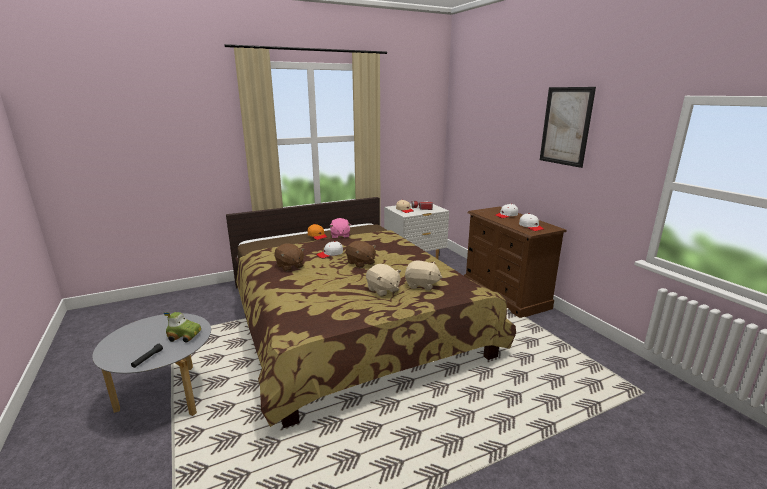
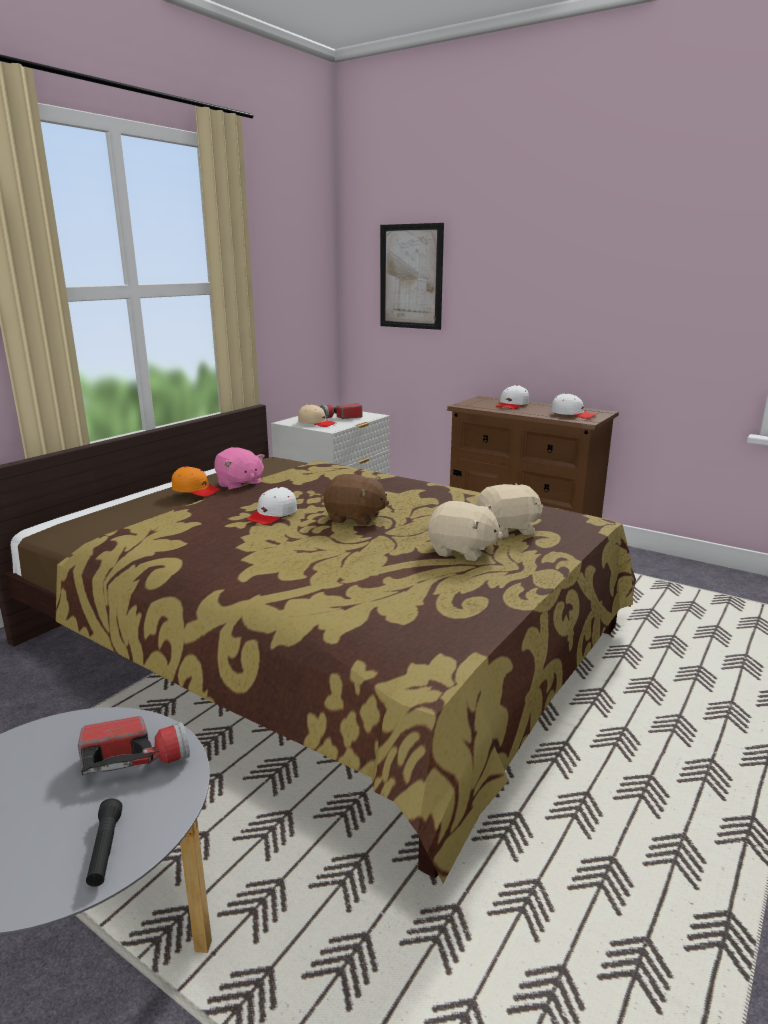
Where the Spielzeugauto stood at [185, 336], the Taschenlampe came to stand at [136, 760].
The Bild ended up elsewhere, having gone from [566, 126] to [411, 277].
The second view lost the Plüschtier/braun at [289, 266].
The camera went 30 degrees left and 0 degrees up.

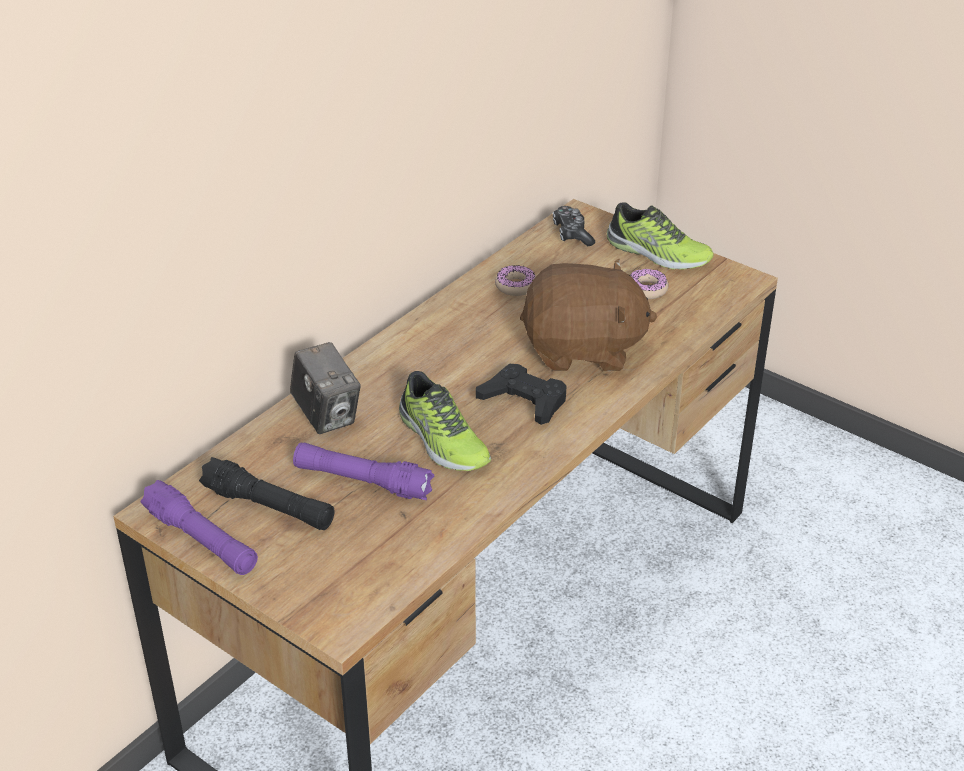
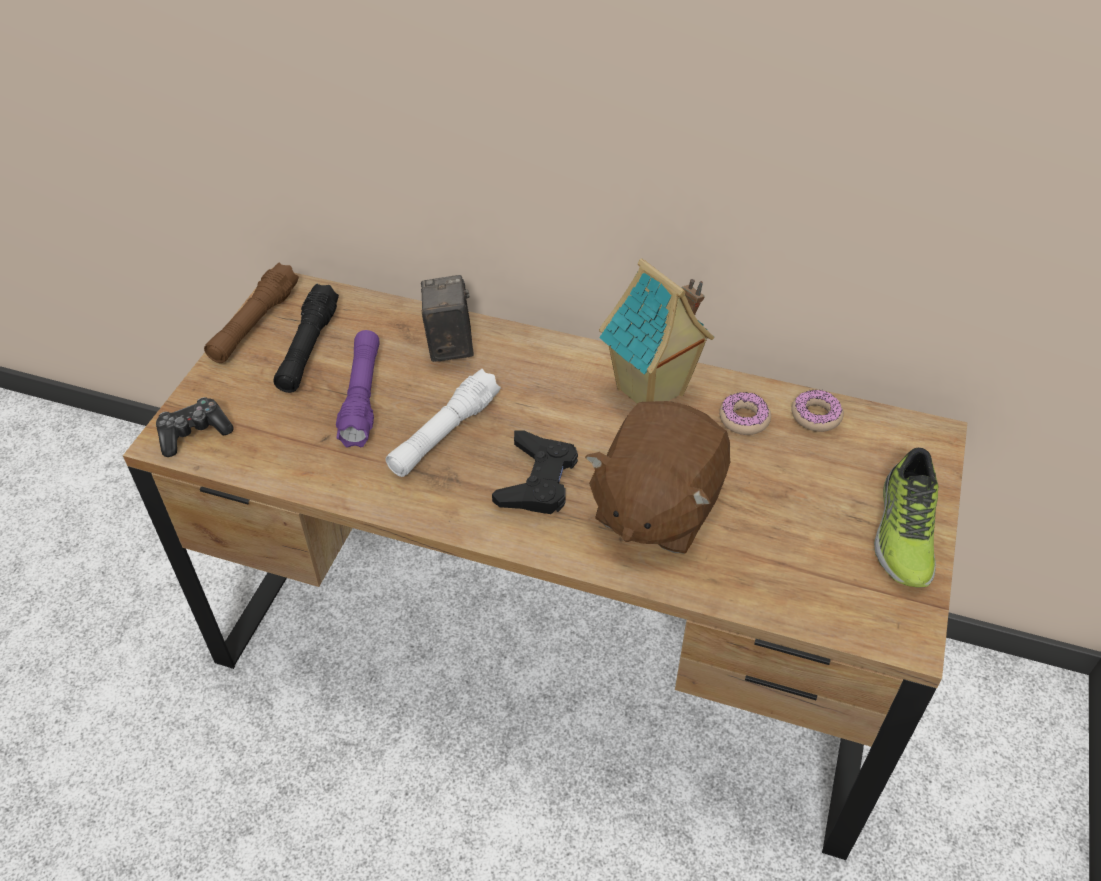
The Gamepad ended up elsewhere, having gone from [572, 234] to [194, 433].
What was the Taschenlampe/lila at [201, 540] turned into the Taschenlampe/braun at [254, 324].
Where the Schuh stood at [441, 440], the Taschenlampe/weiß came to stand at [444, 434].
The Kamera at [327, 415] ended up facing another way, 135 degrees clockwise from before.
The Plüschtier/braun at [583, 350] ended up facing another way, 45 degrees clockwise from before.
The second view gained the Spielzeughaus at [651, 393].
The Donut ended up elsewhere, having gone from [646, 289] to [816, 416].
The camera went 70 degrees right and 10 degrees up.

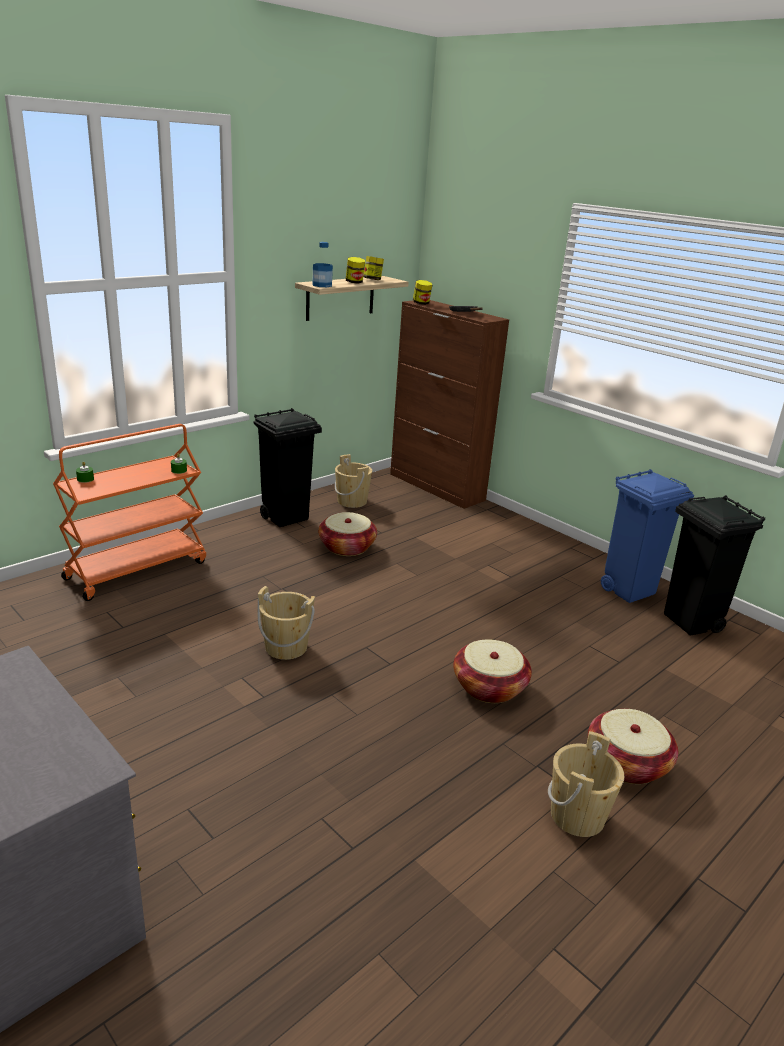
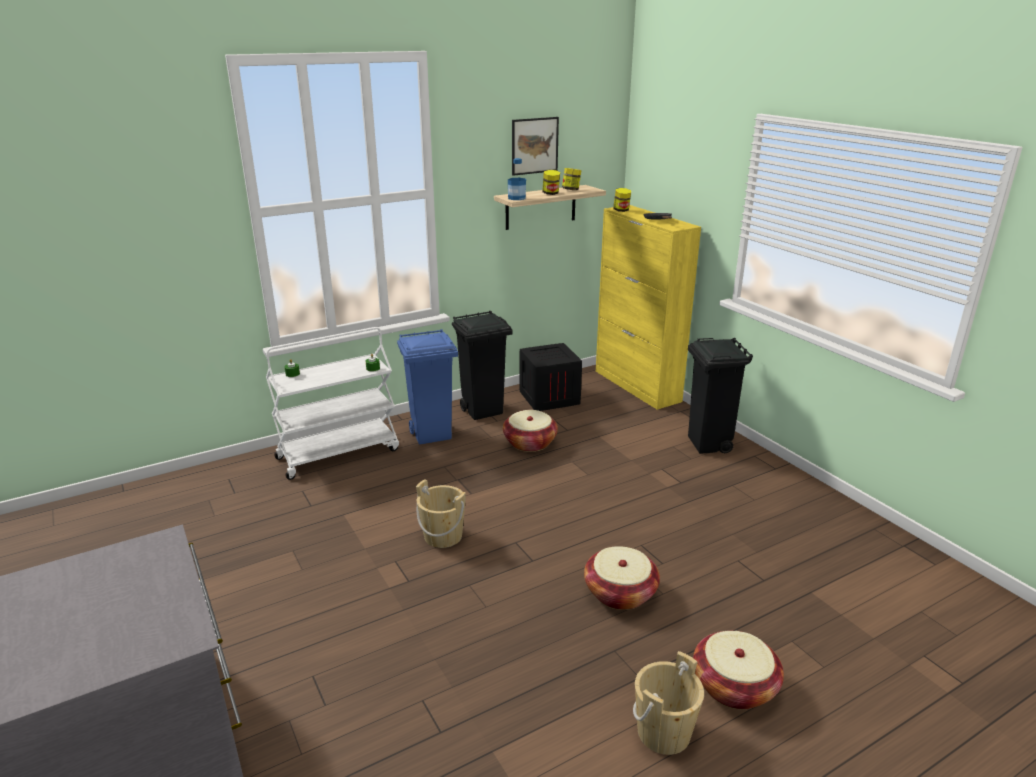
What was the Rollwagen/orange at [137, 569] turned into the Rollwagen/weiß at [338, 453].
The Mülleimer/blau ended up elsewhere, having gone from [629, 590] to [432, 435].
The second view gained the Bild at [534, 145].
Where the Eimer/beige stood at [352, 501], the Kiste came to stand at [549, 397].
What was the Schrank/braun at [437, 487] turned into the Schrank/gelb at [637, 386].
The Mülleimer/schwarz ended up elsewhere, having gone from [691, 623] to [708, 444].
The camera went 15 degrees right and 0 degrees up.

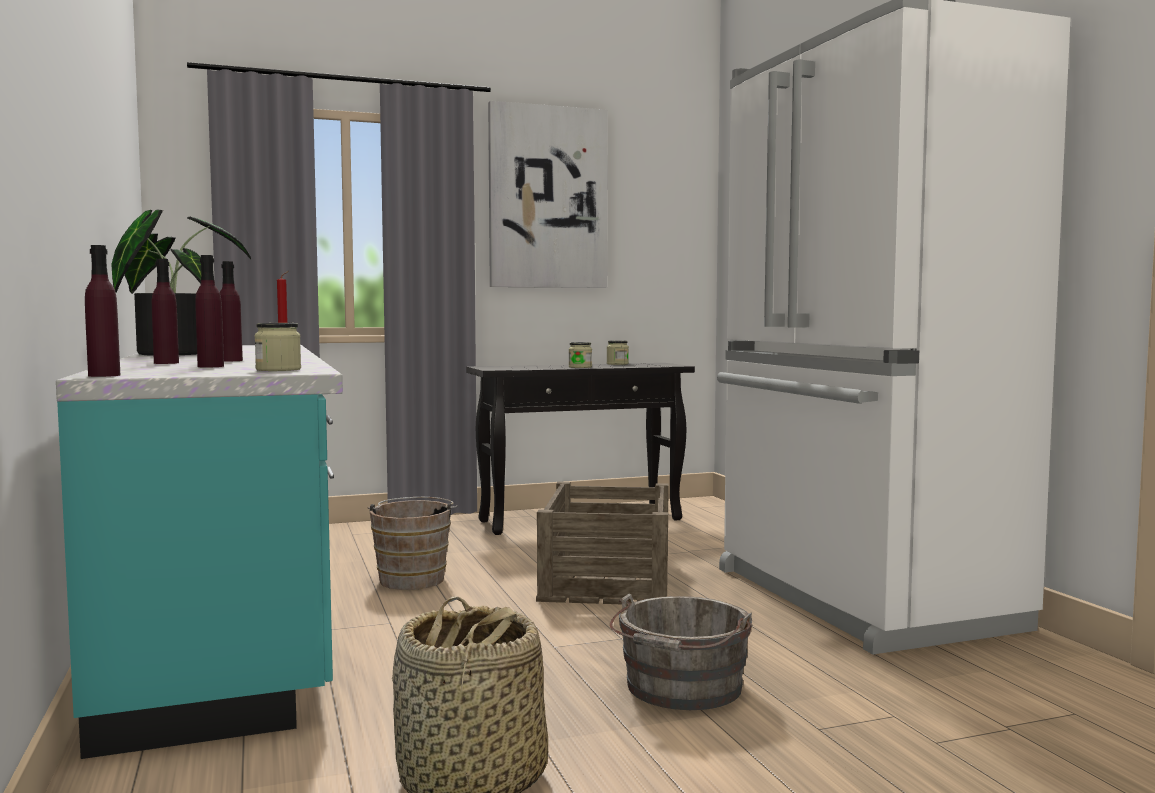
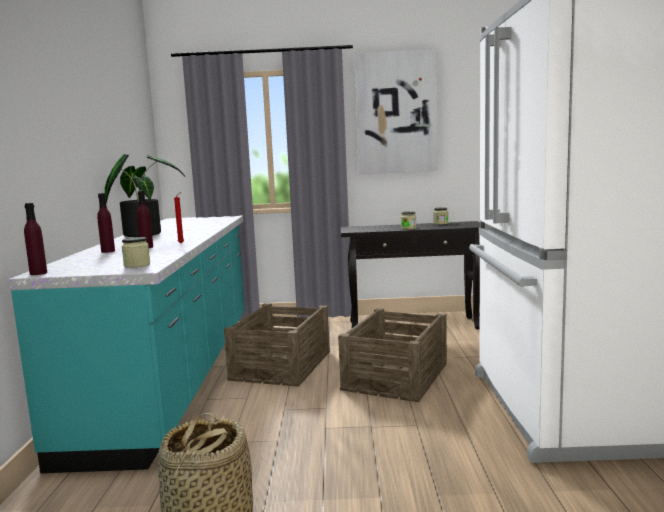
Where the Eimer/braun stood at [413, 578], the Kiste came to stand at [282, 365].
The second view lost the Flasche/lila at [210, 366].
The second view lost the Eimer/grau at [681, 689].
The camera went 20 degrees right and 5 degrees up.

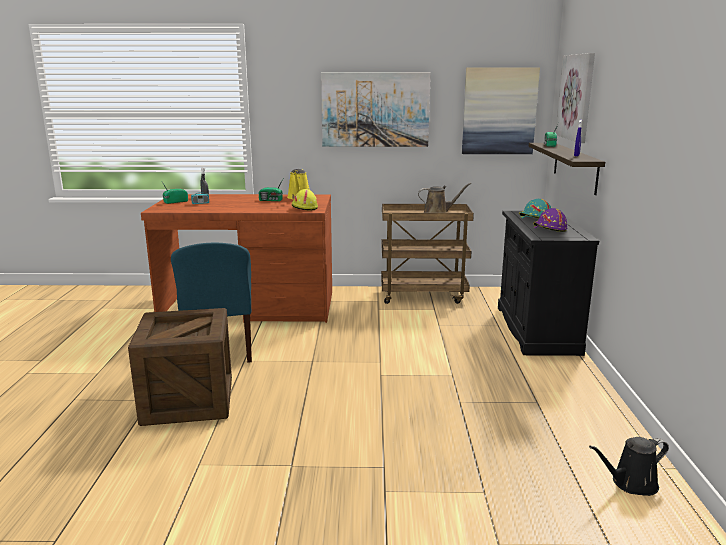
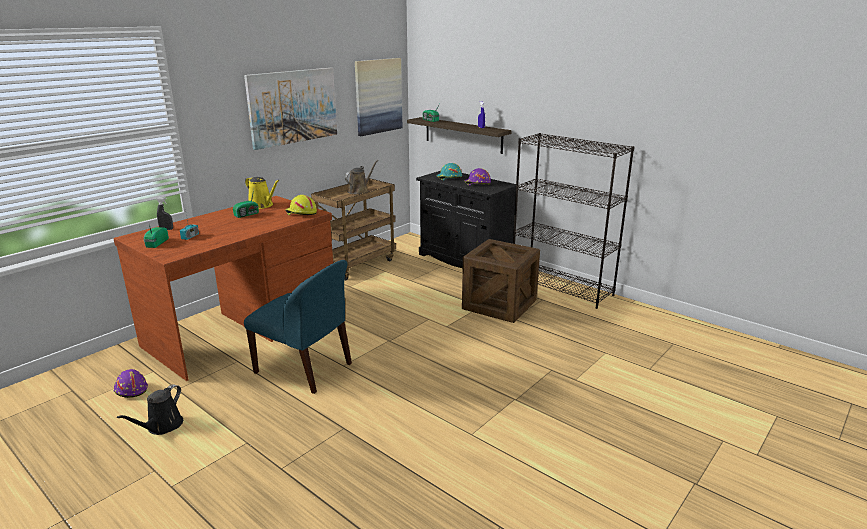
The second view gained the Schutzhelm/lila at [130, 389].
The Gießkanne/schwarz ended up elsewhere, having gone from [631, 483] to [162, 426].
The Kiste ended up elsewhere, having gone from [188, 401] to [499, 305].
The second view gained the Bücherregal/schwarz at [561, 288].
The second view lost the Bild at [576, 97].
The camera went 50 degrees left and 5 degrees up.

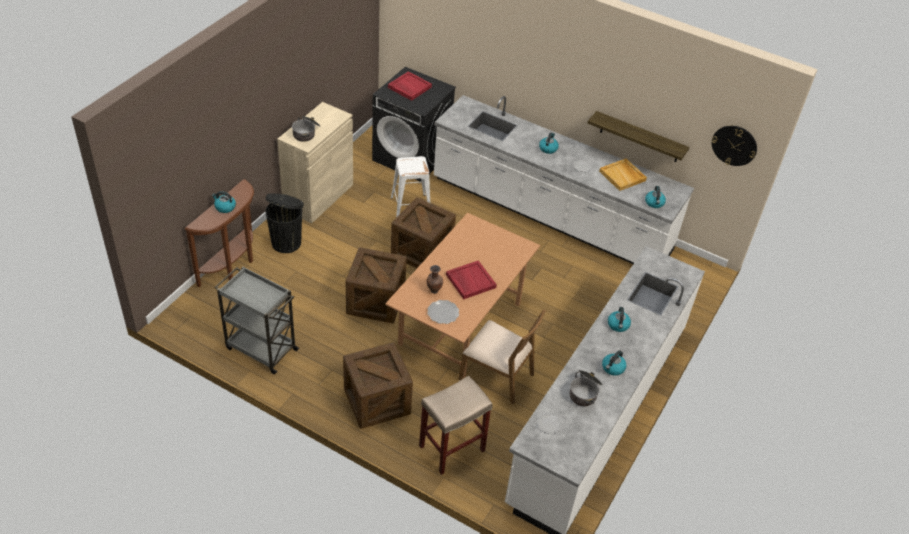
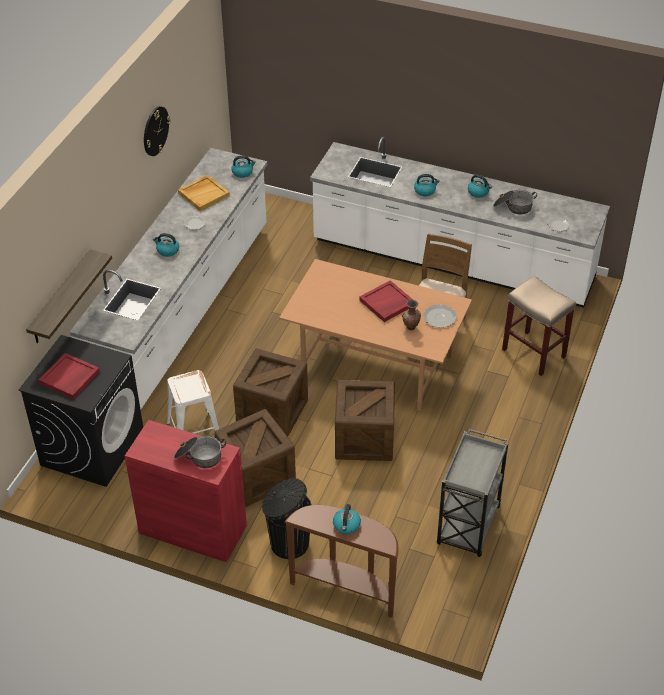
The Wandregal ended up elsewhere, having gone from [639, 137] to [61, 298].
What was the Schrank/beige at [318, 197] turned into the Schrank/rot at [193, 529].
The Wanduhr ended up elsewhere, having gone from [734, 145] to [155, 131].
The Kiste ended up elsewhere, having gone from [377, 401] to [256, 476].
The camera went 95 degrees left and 0 degrees up.

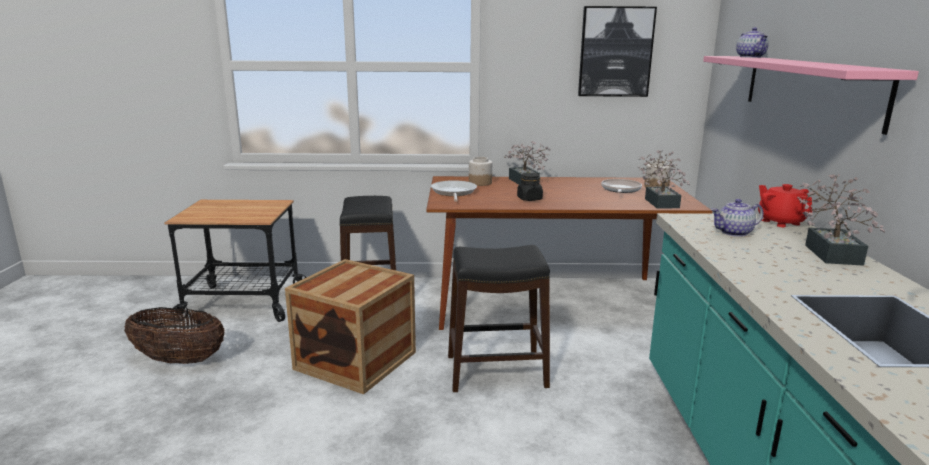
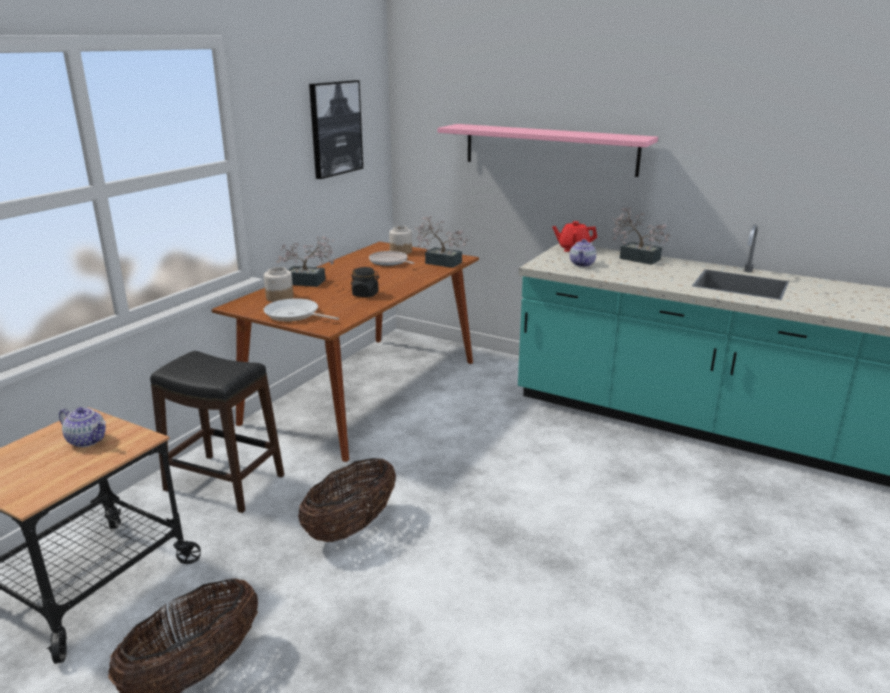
The Teekanne ended up elsewhere, having gone from [751, 57] to [87, 440].
Where the Kiste stood at [355, 360], the Korb came to stand at [351, 527].
The second view lost the Hocker/schwarz at [497, 372].
The camera went 60 degrees left and 5 degrees up.

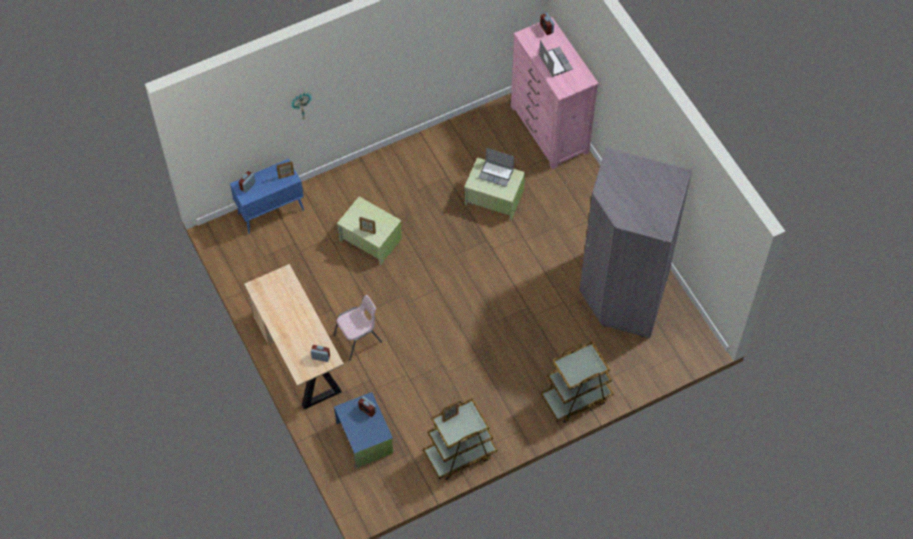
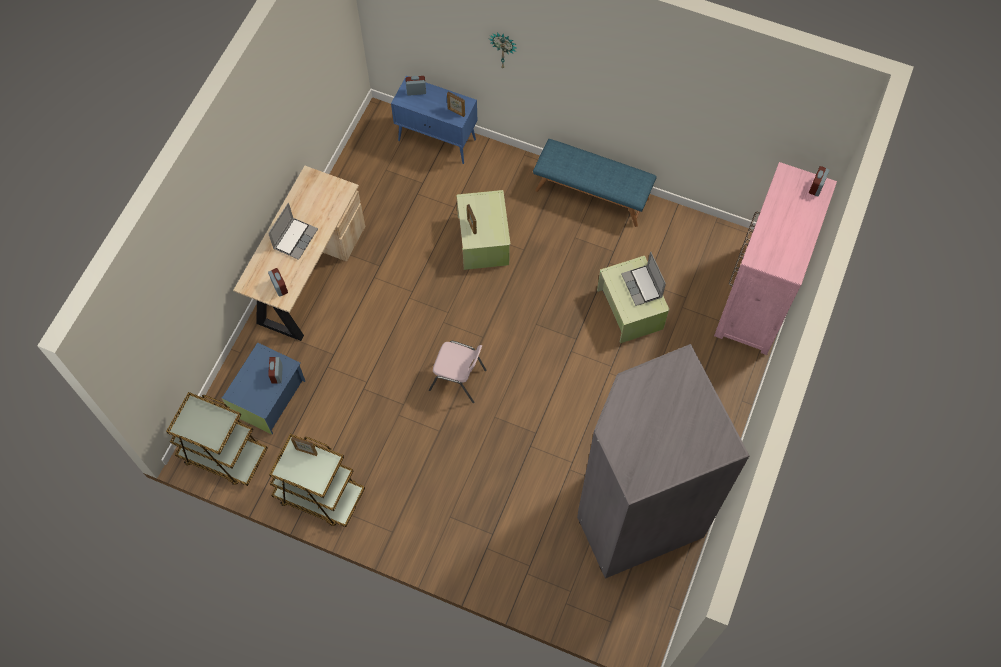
The Rollwagen/braun ended up elsewhere, having gone from [576, 398] to [223, 455].
The Laptop ended up elsewhere, having gone from [554, 62] to [295, 238].
The Stuhl/rosa ended up elsewhere, having gone from [358, 339] to [458, 380].
The second view gained the Bank/blau at [592, 194].
The camera went 50 degrees right and 5 degrees up.

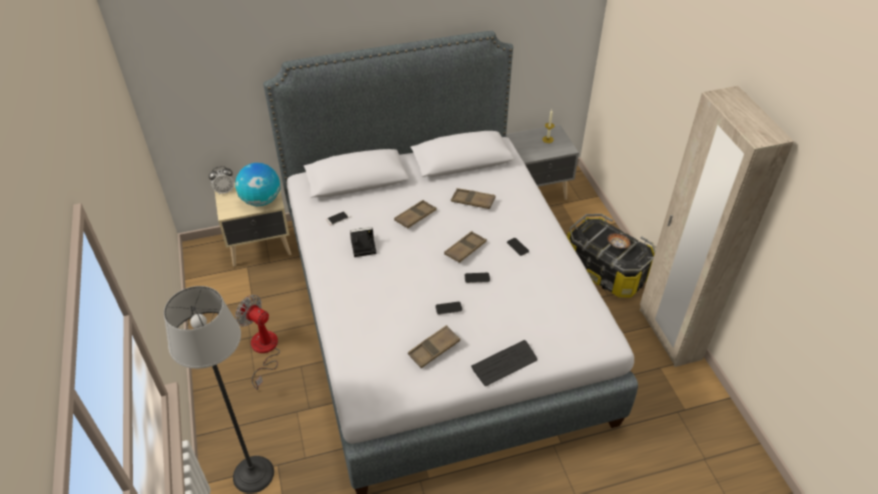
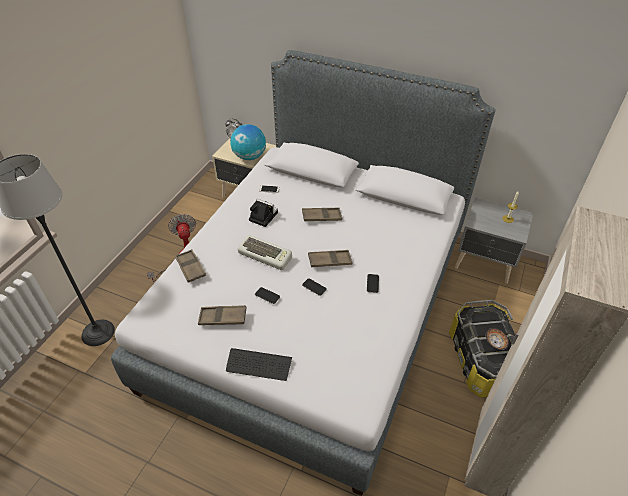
The Tablett/braun ended up elsewhere, having gone from [472, 201] to [190, 268].
The second view gained the Tastatur at [266, 255].
The camera went 40 degrees right and 0 degrees up.

